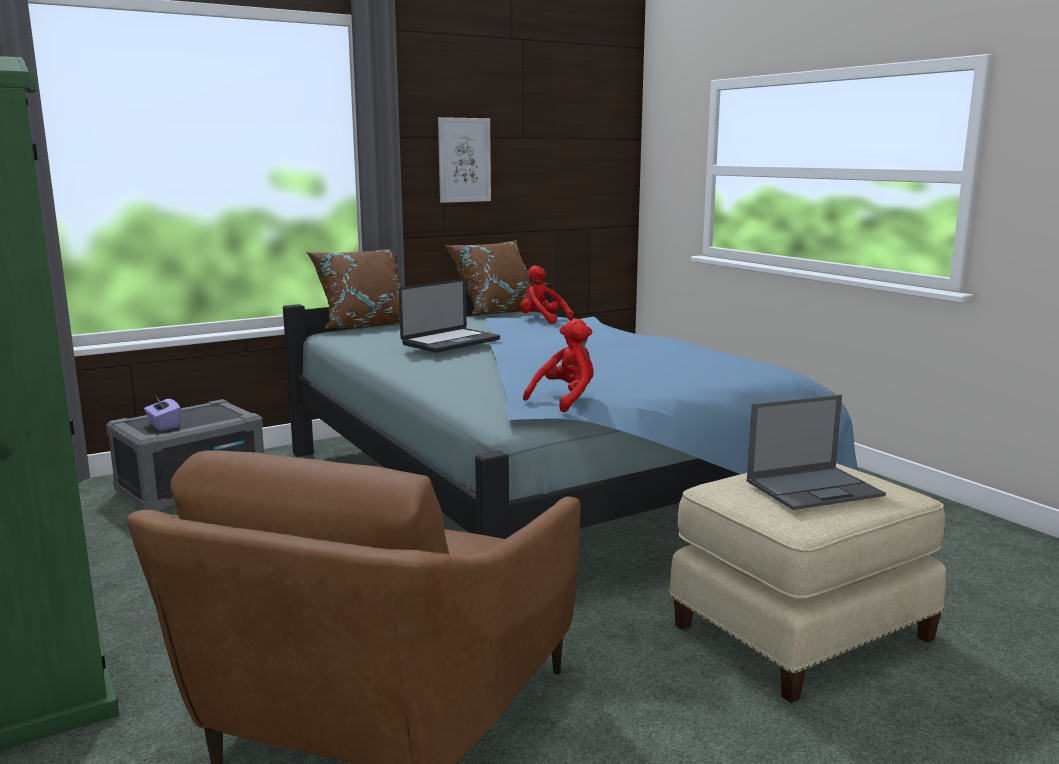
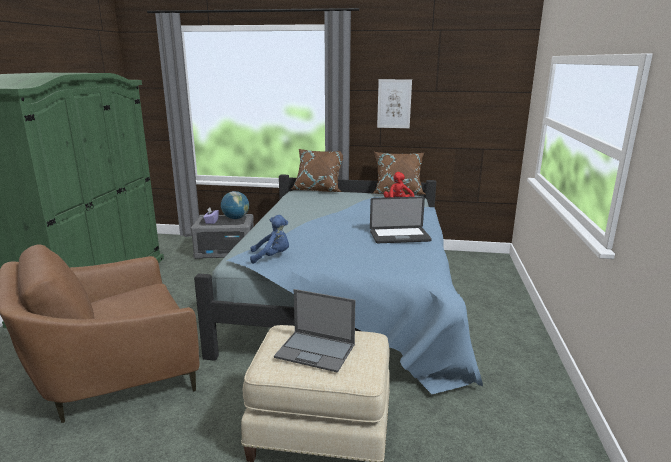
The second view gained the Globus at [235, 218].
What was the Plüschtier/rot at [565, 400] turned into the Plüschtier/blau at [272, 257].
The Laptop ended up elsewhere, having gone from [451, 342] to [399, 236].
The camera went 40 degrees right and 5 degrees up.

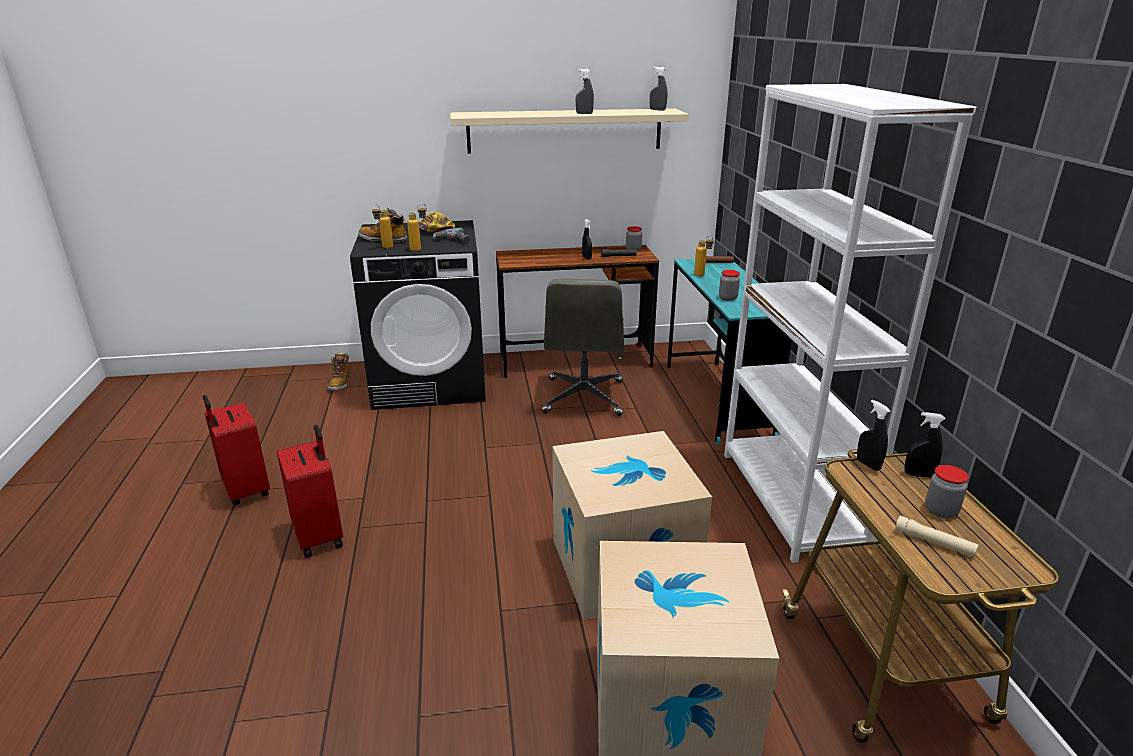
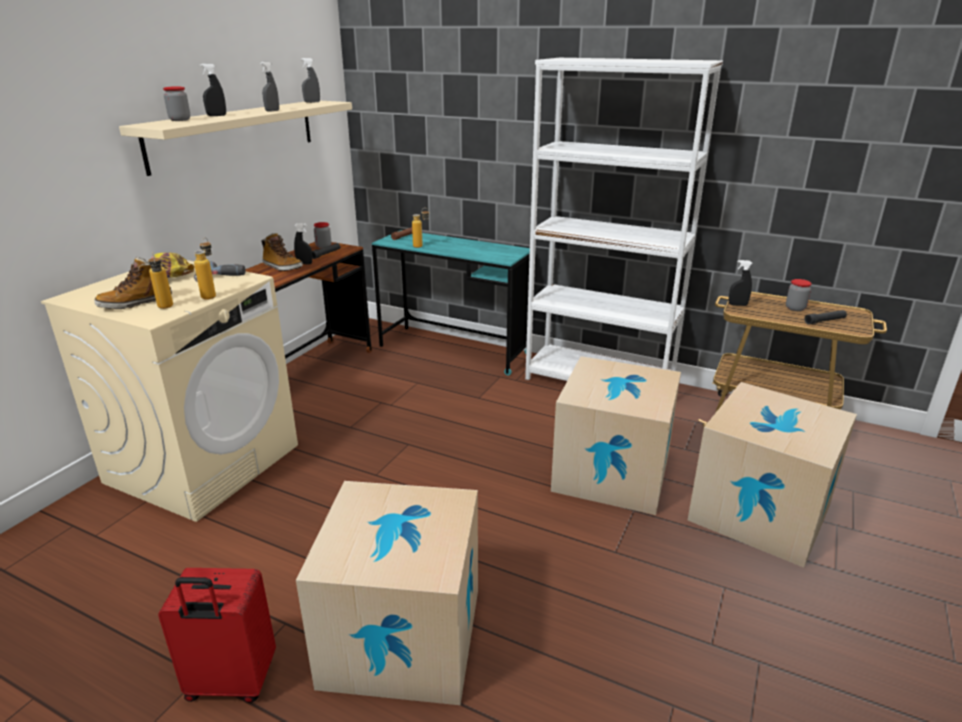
What was the Waschmaschine/schwarz at [430, 382] turned into the Waschmaschine/beige at [204, 463].
The Vorratsglas ended up elsewhere, having gone from [728, 298] to [180, 120].
The Sprühflasche/schwarz ended up elsewhere, having gone from [918, 475] to [216, 116].
The Stiefel ended up elsewhere, having gone from [340, 383] to [282, 267].
Where the Koffer/rot stood at [320, 537], the Karton came to stand at [402, 636].
What was the Taschenlampe/beige at [934, 543] turned into the Taschenlampe/schwarz at [825, 321].
The second view lost the Bürostuhl/grau at [584, 397].
The camera went 55 degrees left and 0 degrees up.

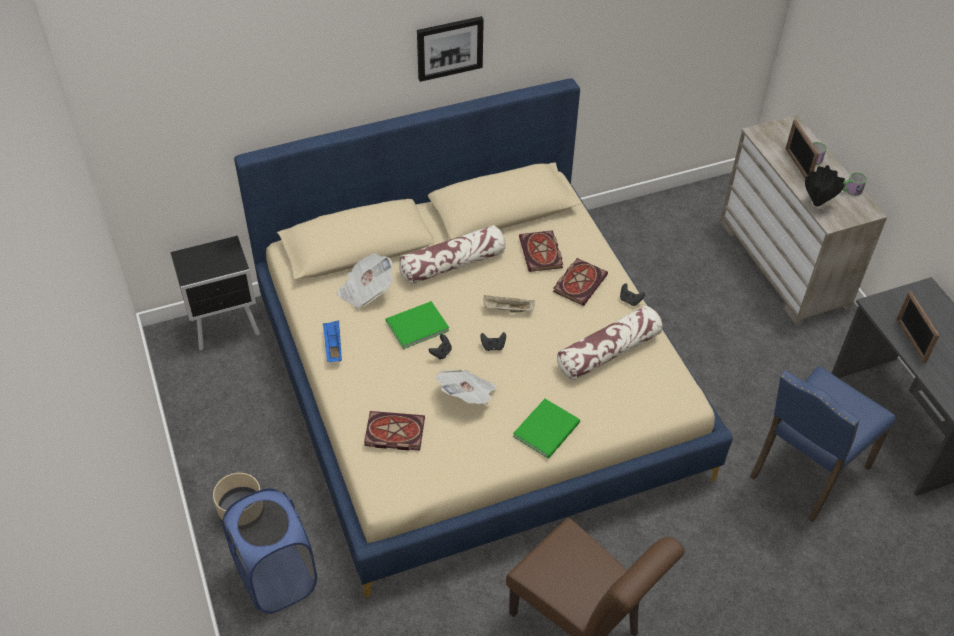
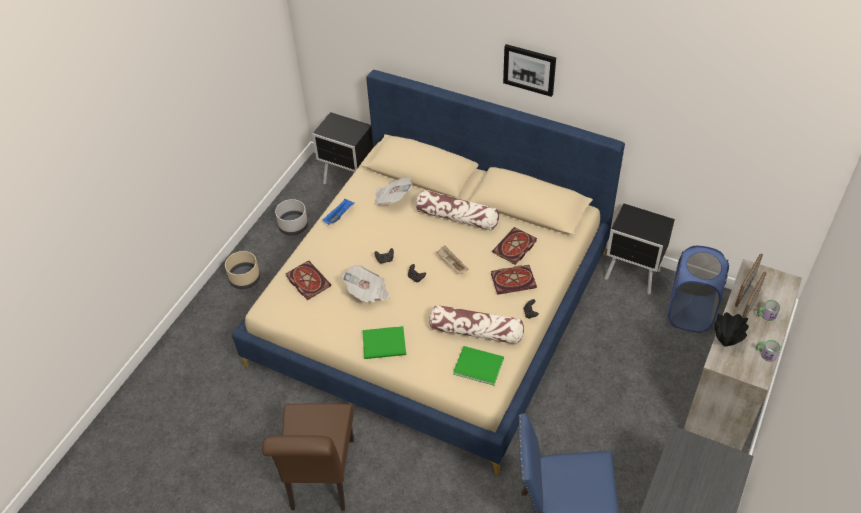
The second view gained the Pflanzkübel/grau at [293, 226].
The Buch/grün ended up elsewhere, having gone from [415, 325] to [477, 365].
The second view gained the Nachttisch/schwarz at [633, 276].
The Wäschekorb/blau ended up elsewhere, having gone from [277, 578] to [690, 313].
The Bilderrahmen ended up elsewhere, having gone from [910, 340] to [744, 290].
The camera went 50 degrees right and 0 degrees up.

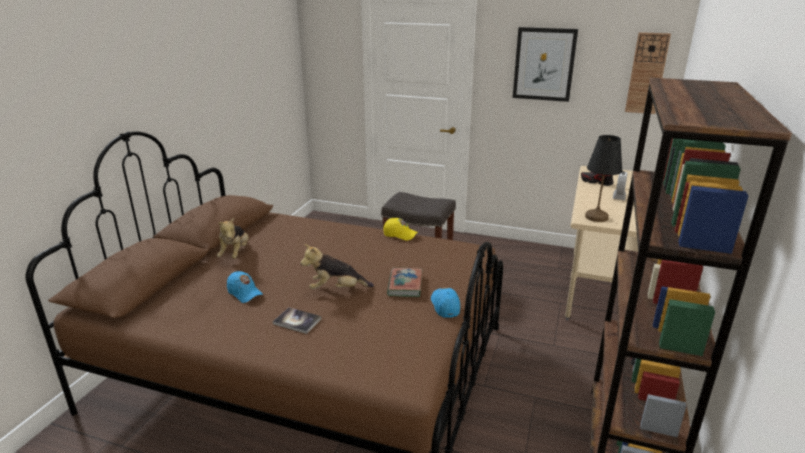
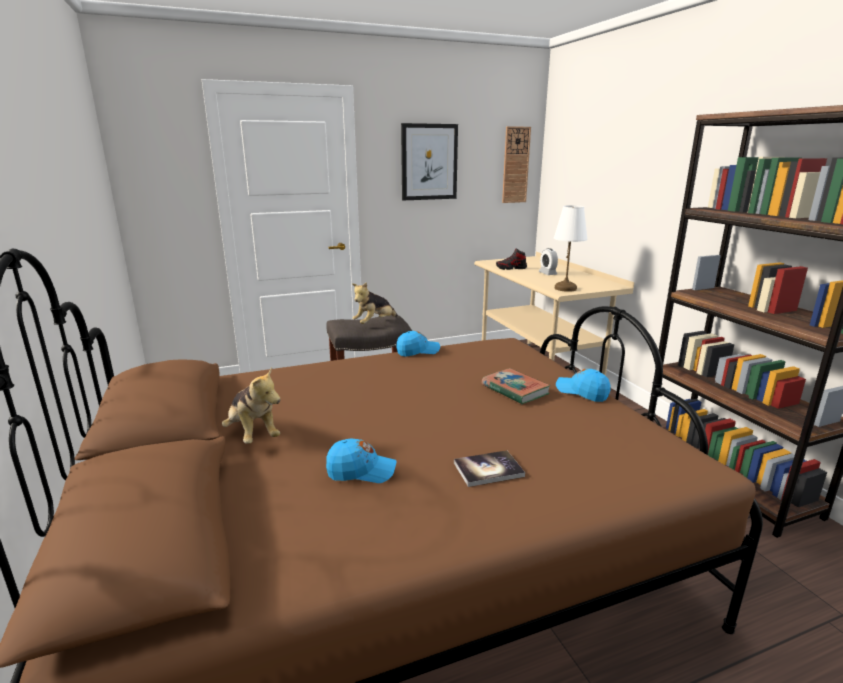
The Plüschtier ended up elsewhere, having gone from [336, 289] to [374, 323].
What was the Kappe/gelb at [400, 235] turned into the Kappe/blau at [418, 351].
What was the Tischlampe/schwarz at [596, 217] turned into the Tischlampe/weiß at [566, 288].
The camera went 40 degrees left and 5 degrees down.

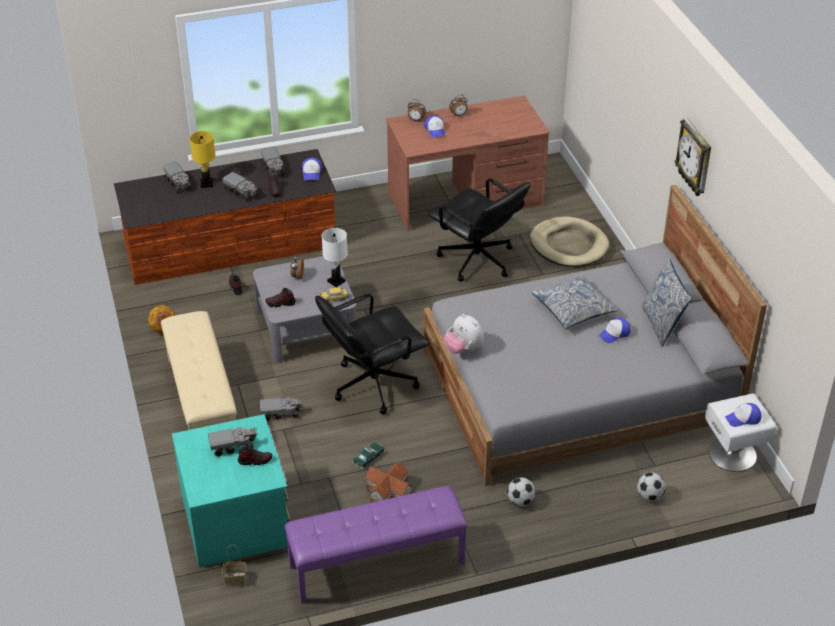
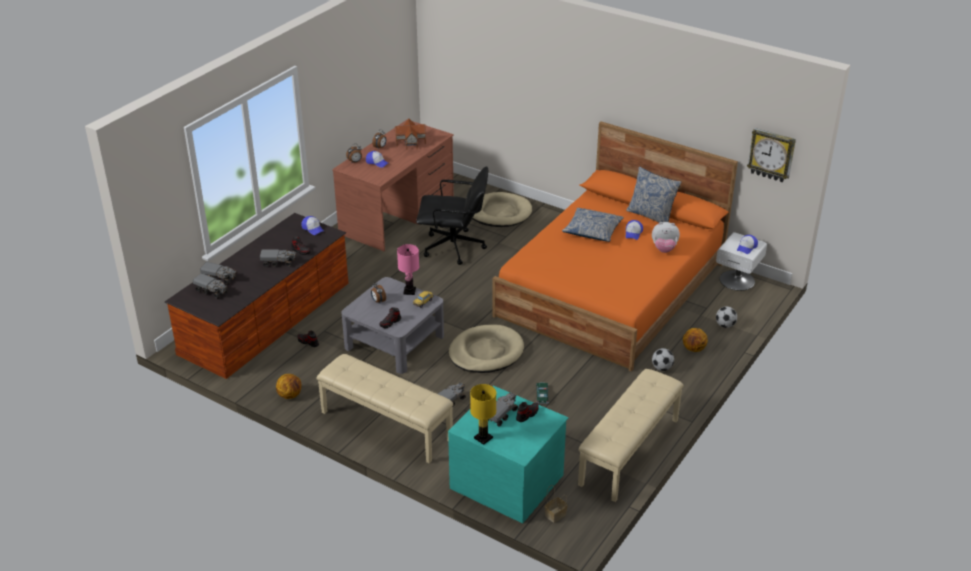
The Spielzeuglaster ended up elsewhere, having gone from [274, 169] to [212, 291].
The Spielzeughaus ended up elsewhere, having gone from [389, 495] to [411, 142].
What was the Tischlampe/weiß at [336, 281] turned into the Tischlampe/rosa at [410, 291].
Where the Bürostuhl/schwarz stood at [372, 384], the Hundebett/beige came to stand at [486, 352].
The Tischlampe/gelb ended up elsewhere, having gone from [207, 183] to [483, 438].
What was the Bett/grau at [579, 388] turned into the Bett/orange at [612, 289].
What was the Bank/lila at [377, 565] turned into the Bank/beige at [630, 452].
The Plüschtier ended up elsewhere, having gone from [463, 349] to [664, 249].
The second view gained the Basketball at [694, 349].
The Wanduhr ended up elsewhere, having gone from [695, 158] to [771, 155].
The camera went 40 degrees left and 5 degrees down.

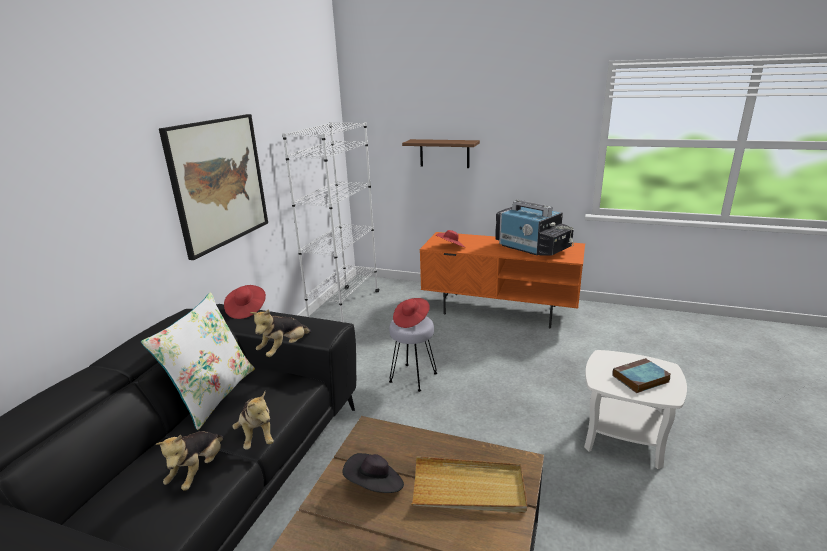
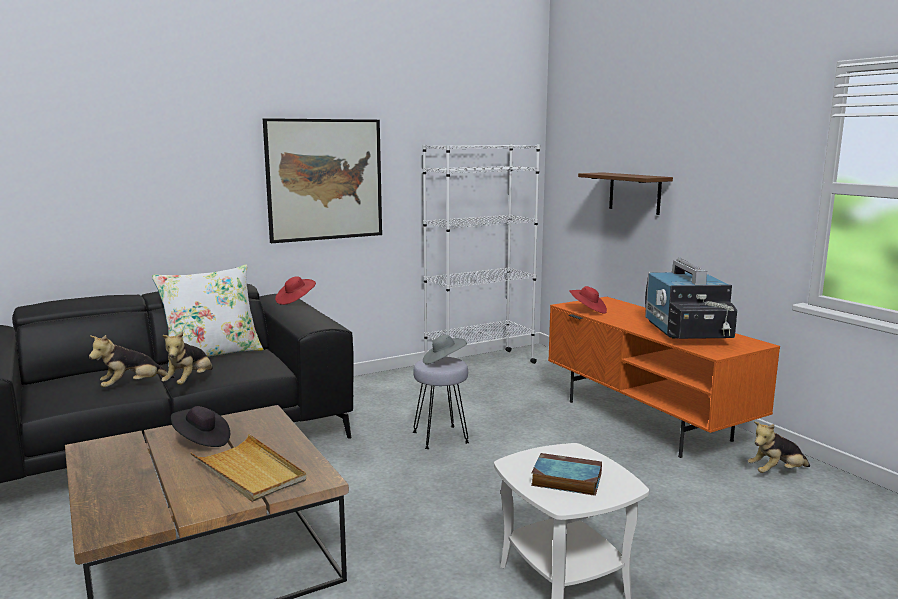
What was the Hut/rot at [411, 320] turned into the Hut/grau at [443, 361].
The Plüschtier ended up elsewhere, having gone from [284, 349] to [777, 472].
The camera went 40 degrees right and 10 degrees down.

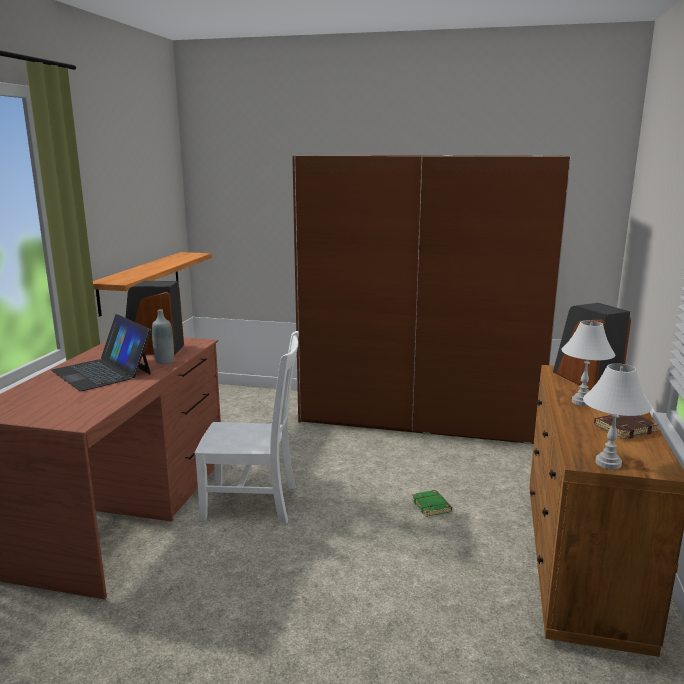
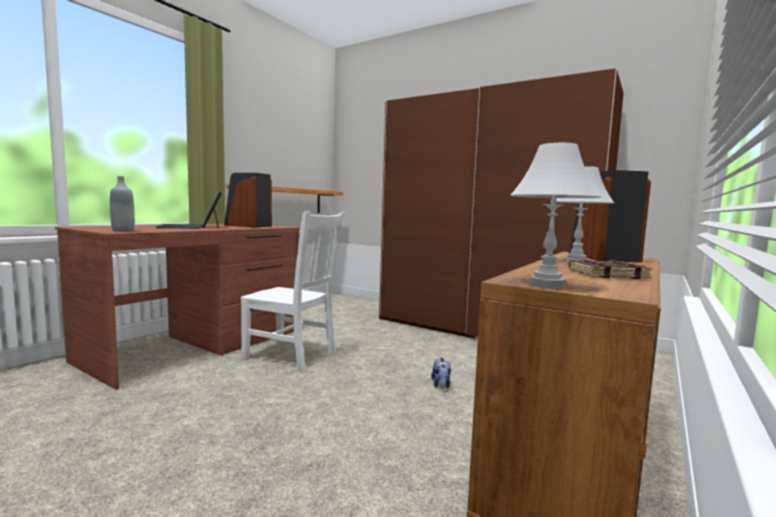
The Flasche/grau ended up elsewhere, having gone from [164, 361] to [123, 231].
Where the Buch/grün stood at [432, 506], the Plüschtier came to stand at [441, 385].
The camera went 20 degrees right and 10 degrees down.

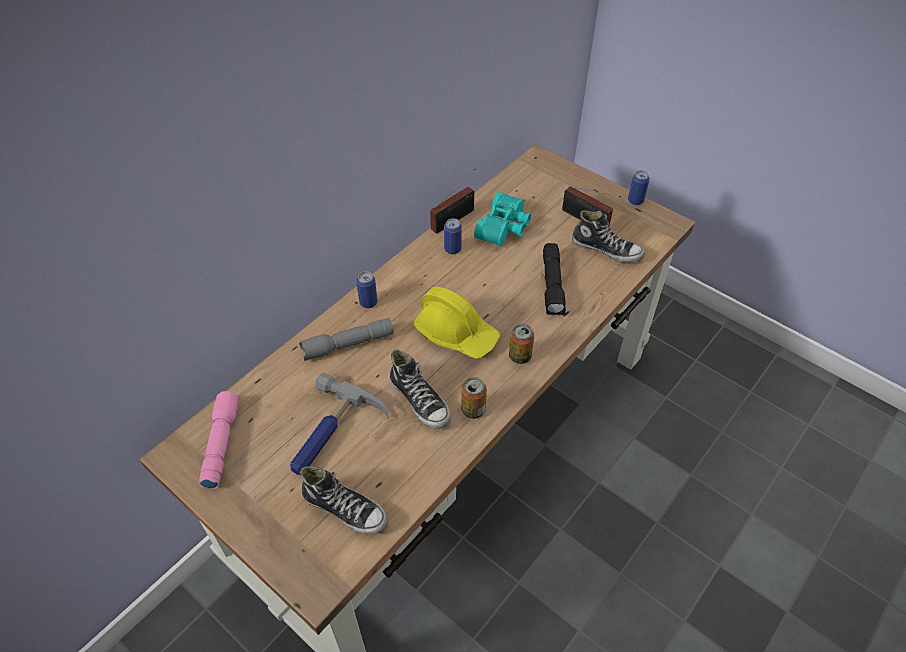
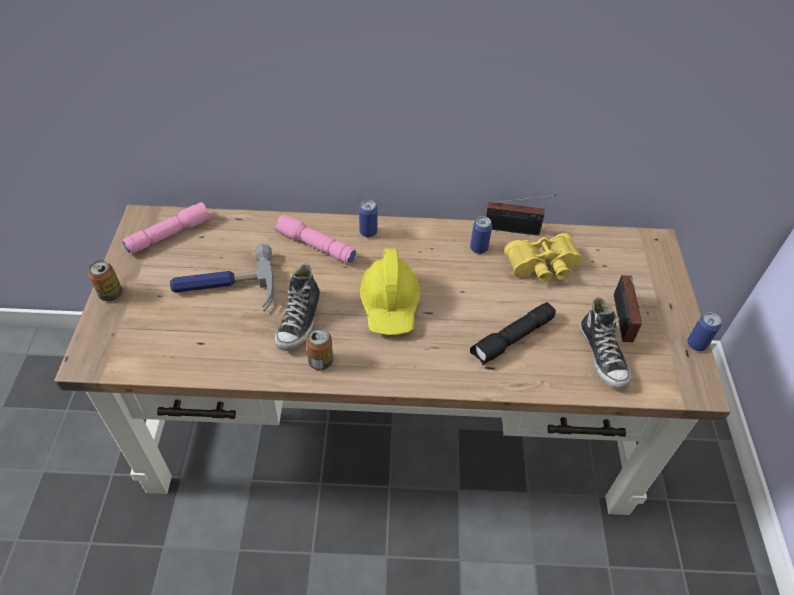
The Dose ended up elsewhere, having gone from [520, 356] to [111, 294].
What was the Taschenlampe/grau at [347, 345] turned into the Taschenlampe/rosa at [314, 246].
What was the Fernglas/türkis at [505, 227] turned into the Fernglas/gelb at [543, 267].
The second view lost the Schuh at [345, 509].
The camera went 50 degrees right and 0 degrees up.

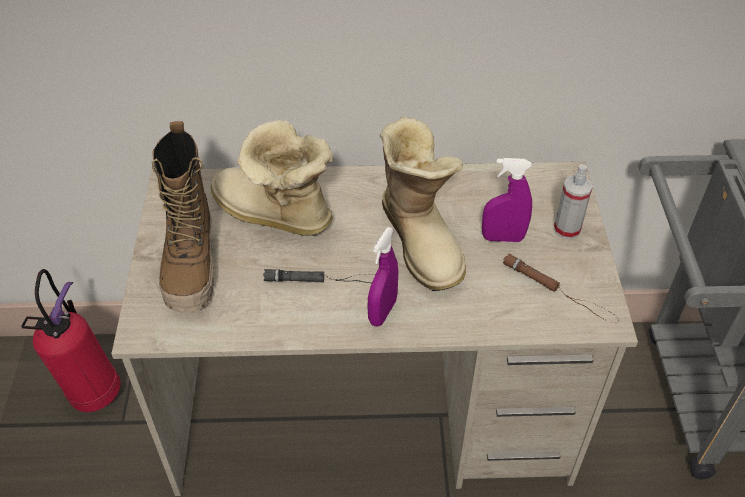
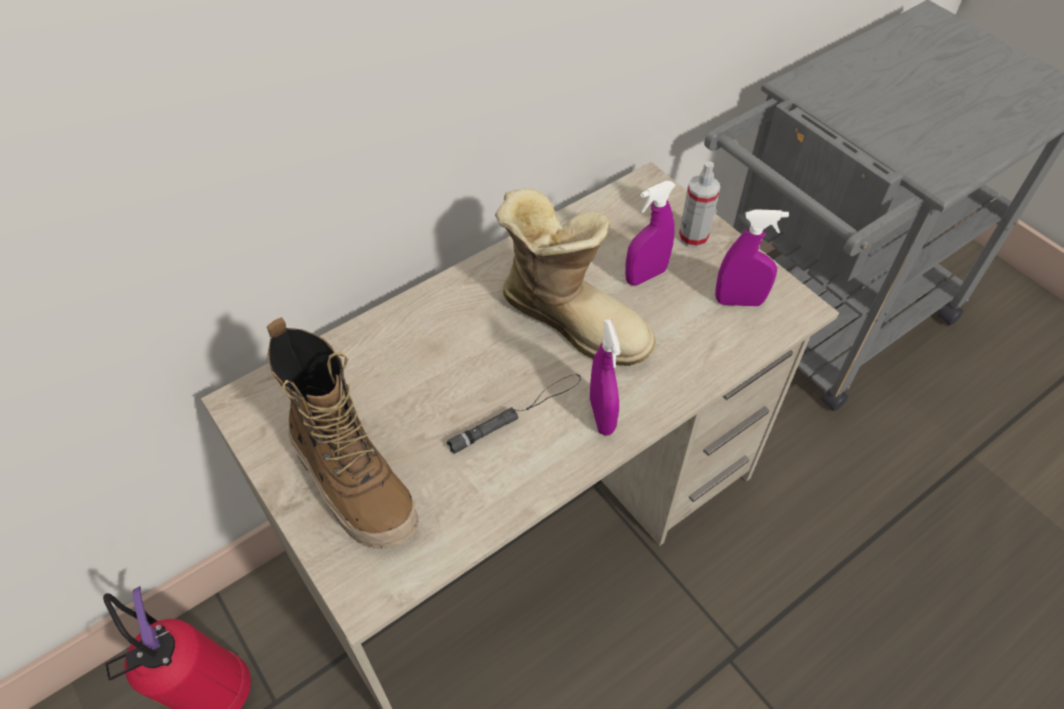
Where the Taschenlampe/braun stood at [560, 291], the Sprühflasche/lila came to stand at [739, 301].
The second view lost the Stiefel at [273, 216].
The camera went 35 degrees left and 5 degrees up.

